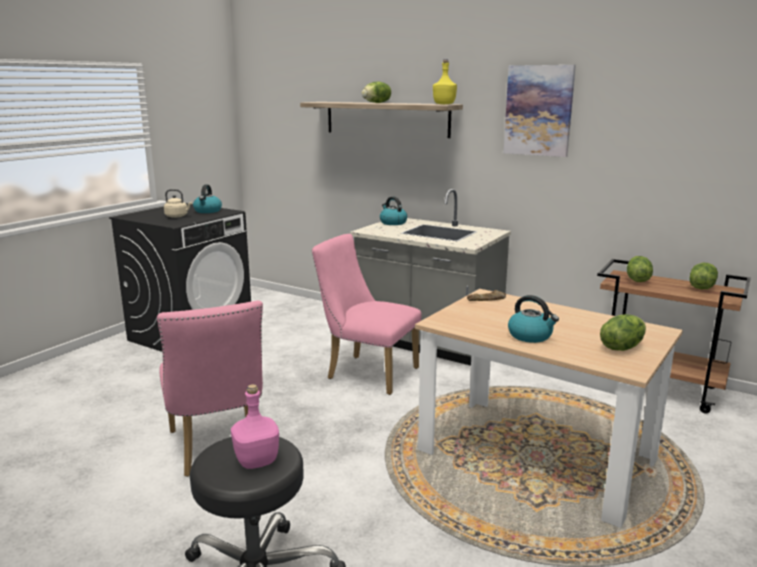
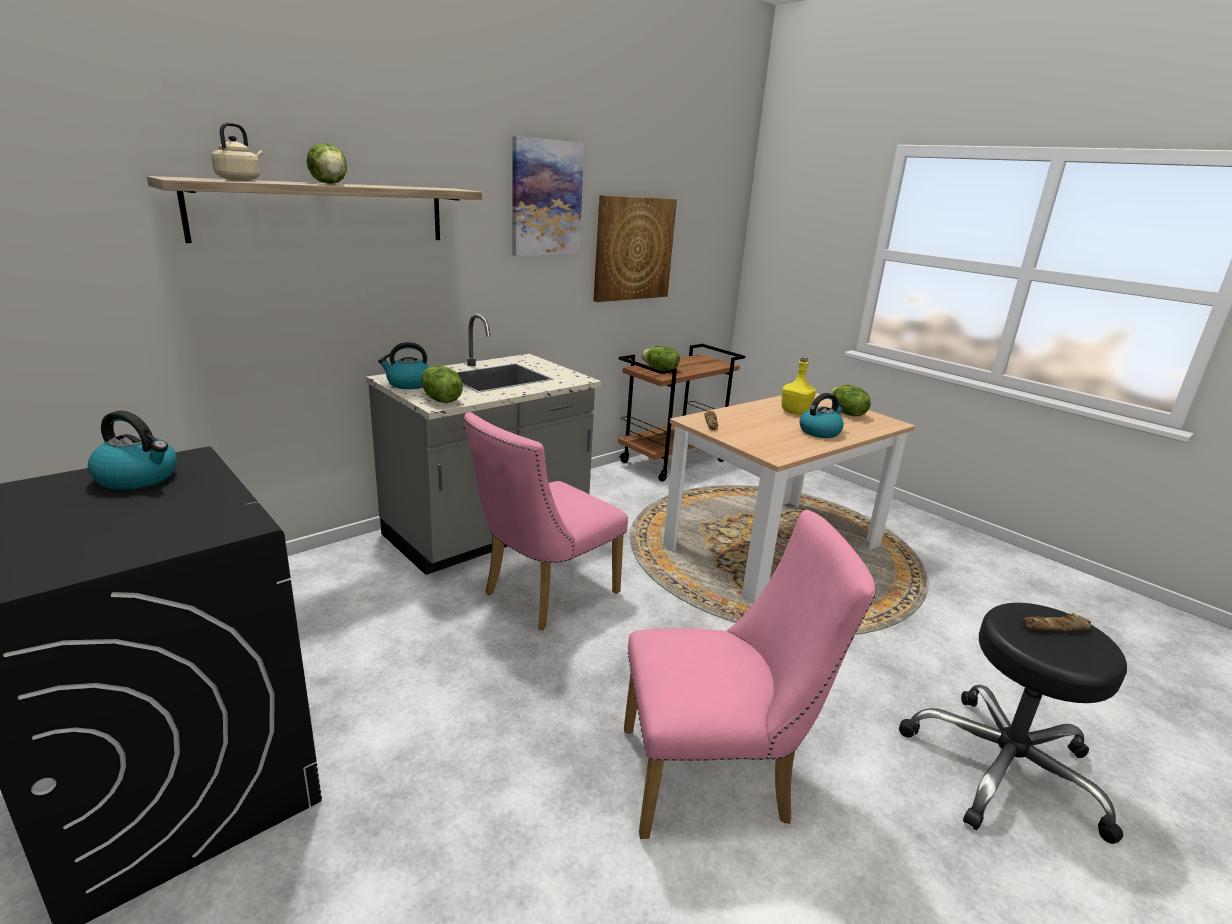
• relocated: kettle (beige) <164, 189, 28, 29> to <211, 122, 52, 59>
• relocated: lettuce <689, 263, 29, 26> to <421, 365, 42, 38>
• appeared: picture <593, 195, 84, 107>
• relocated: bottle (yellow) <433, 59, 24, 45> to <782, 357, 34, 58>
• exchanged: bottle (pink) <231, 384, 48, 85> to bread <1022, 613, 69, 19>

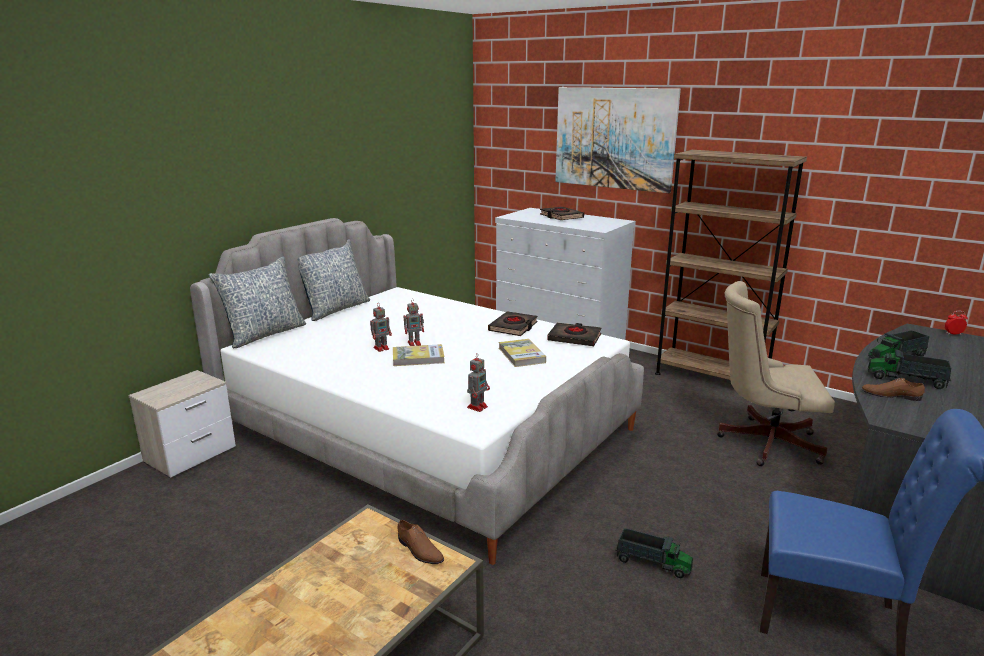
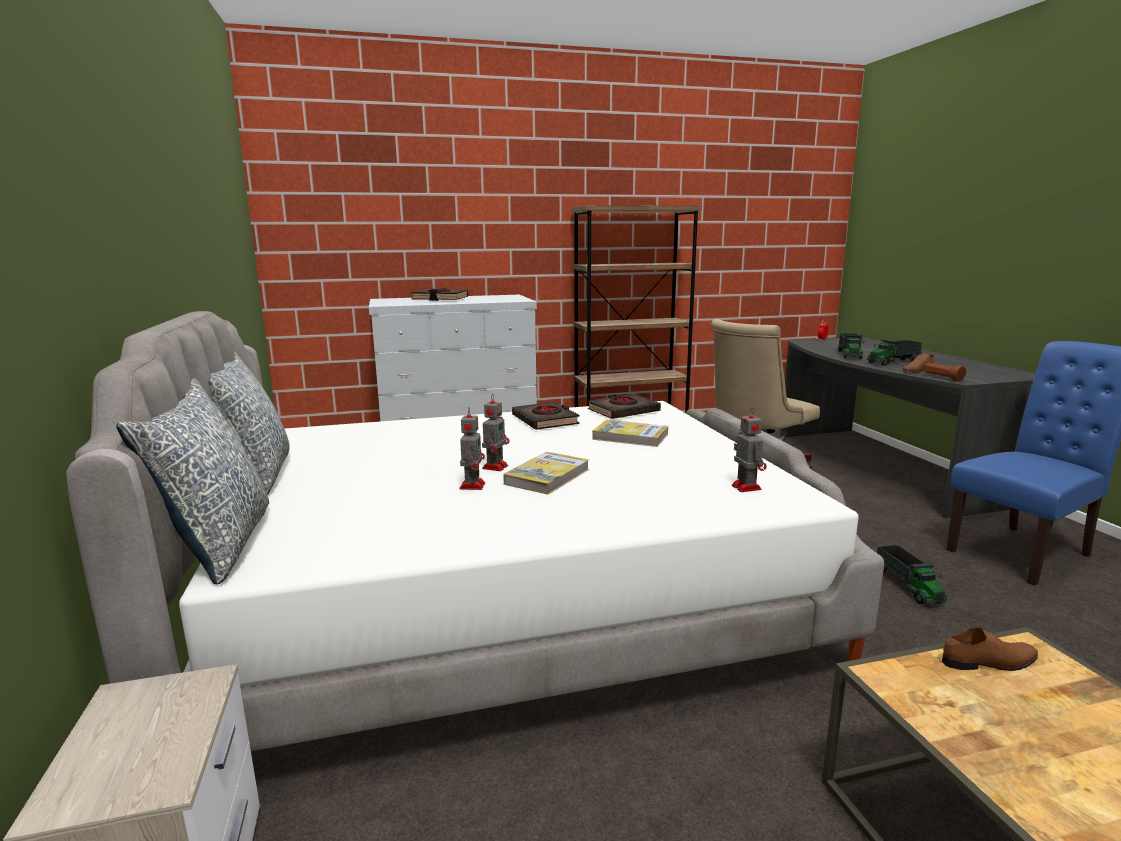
• spun: toy truck <615, 528, 78, 50> = <877, 545, 70, 60> 105 degrees clockwise
• appeared: flashlight (brown) <924, 362, 42, 20>
• missing: picture <555, 87, 126, 106>

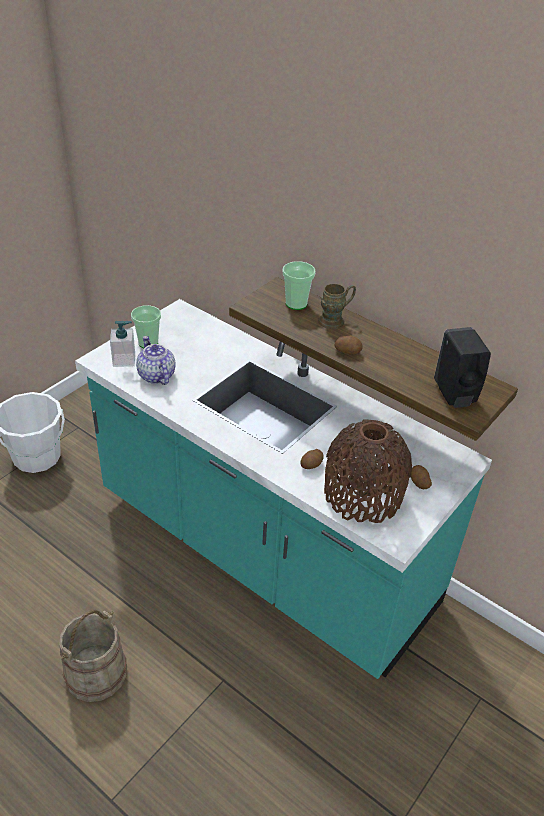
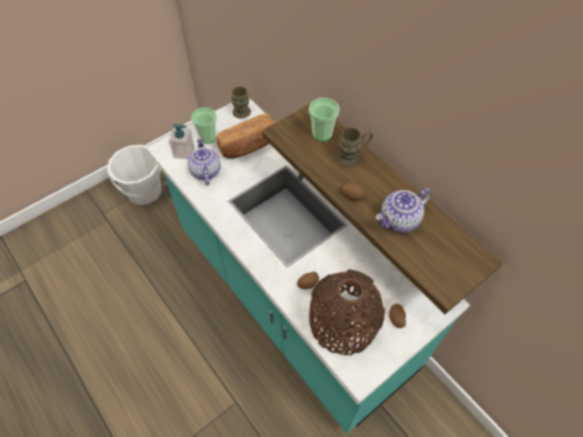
• appeared: bread <216, 114, 59, 45>
• appeared: mug (brown) <231, 86, 20, 33>
• appeared: teapot <375, 188, 57, 45>
• missing: bucket (beige) <59, 610, 68, 92>
• missing: soap dispenser (black) <434, 327, 57, 81>

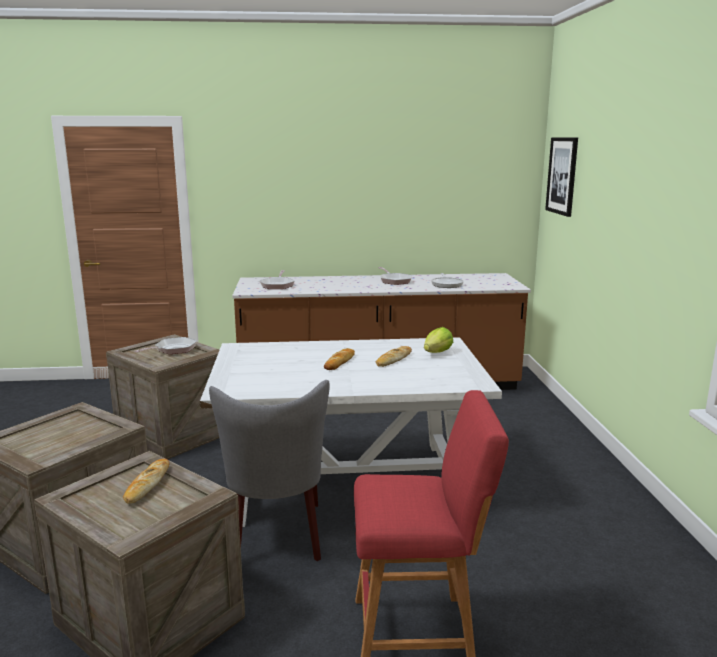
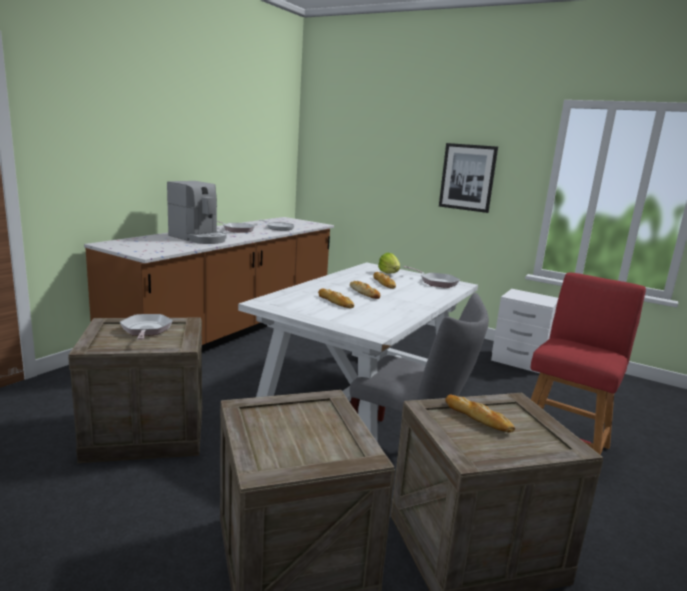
• appeared: coffee machine <167, 181, 60, 63>
• appeared: bread <318, 288, 36, 20>
• relocated: frying pan <260, 270, 35, 19> to <403, 266, 57, 22>
• relocated: picture <545, 137, 33, 80> to <439, 143, 59, 70>
• appeared: nightstand (white) <491, 289, 67, 84>

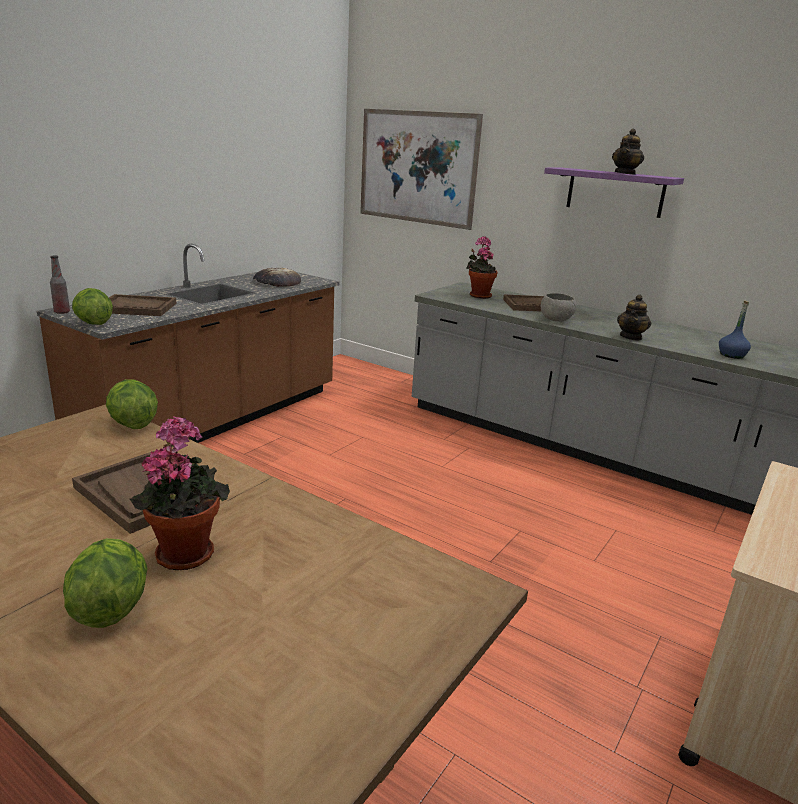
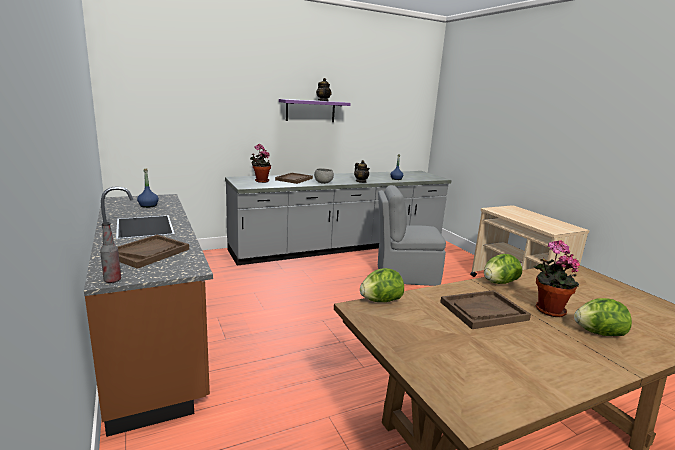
• exchanged: bread <253, 268, 48, 19> to bottle (blue) <137, 169, 22, 39>
• appeared: chair (grey) <378, 185, 68, 101>
• relocated: lettuce <72, 288, 41, 37> to <484, 254, 38, 30>
• missing: picture <360, 109, 123, 121>

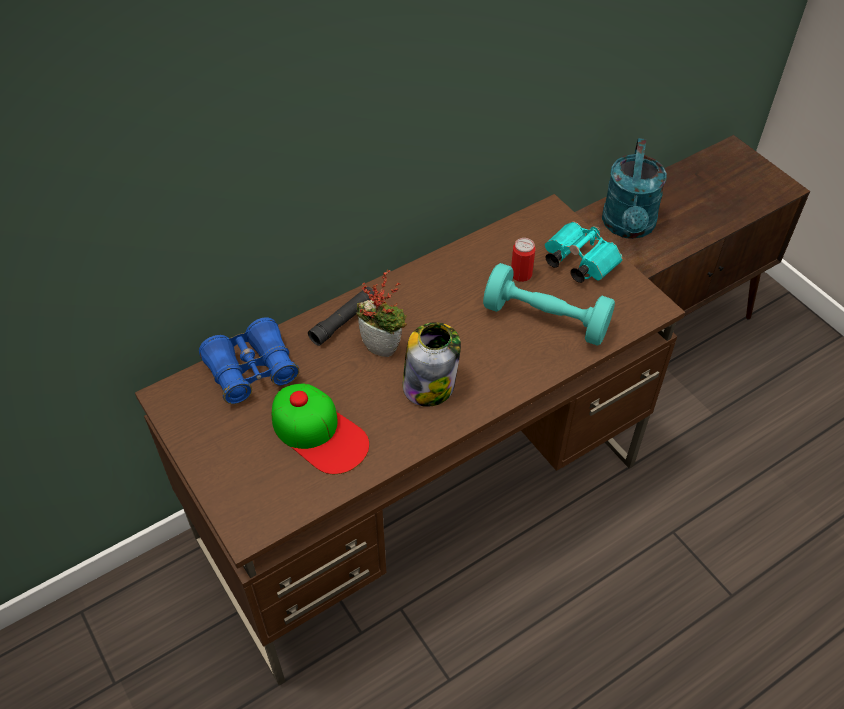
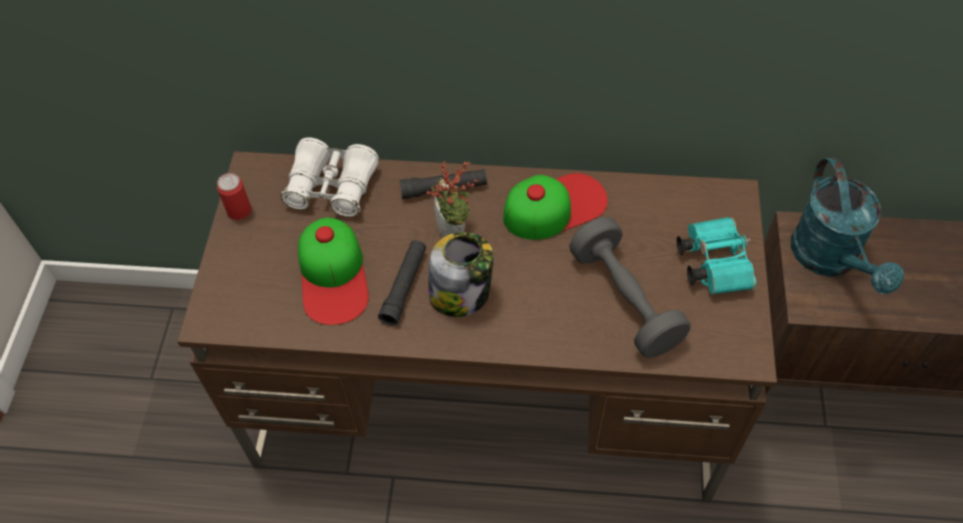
• relocated: can <511, 238, 24, 44> to <217, 173, 35, 47>
• colour: binoculars (blue) <199, 318, 100, 86> to binoculars (white) <281, 137, 98, 80>
• appeared: flashlight (black) <378, 240, 48, 86>
• appeared: cap <503, 173, 105, 67>
• colour: dumbbell (turquoise) <483, 263, 132, 83> to dumbbell (grey) <569, 217, 122, 141>
• spun: watering can (turquoise) <602, 138, 65, 101> = <791, 157, 113, 137> 60 degrees counterclockwise

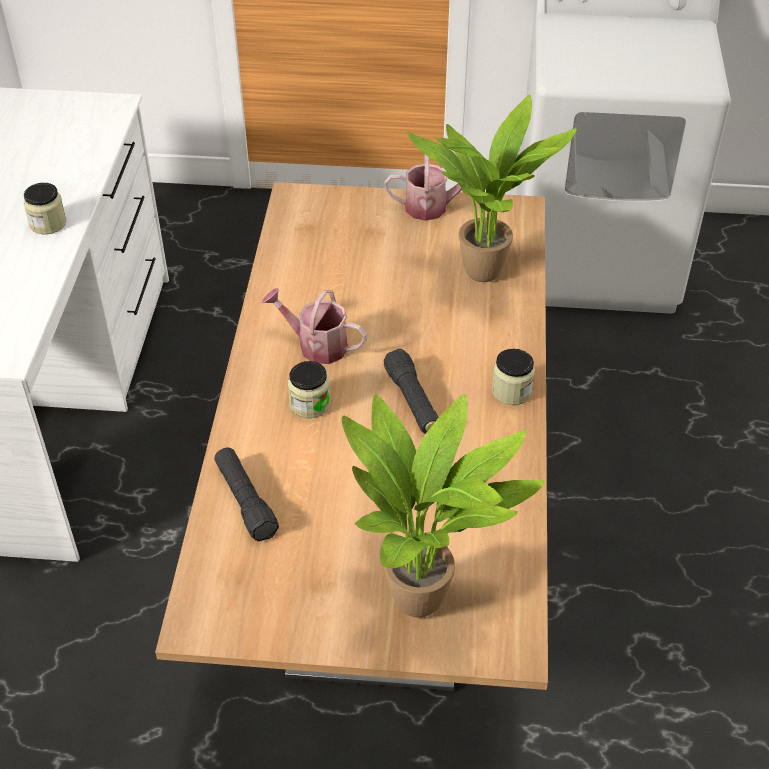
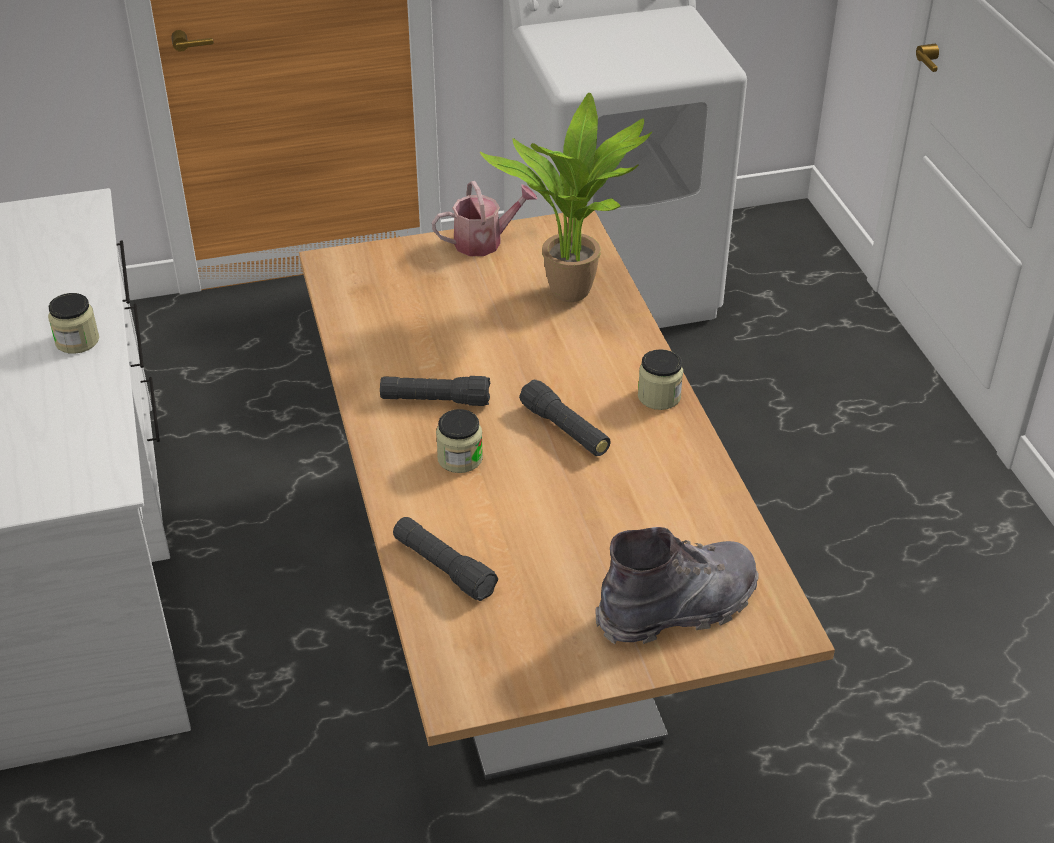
• exchanged: watering can <262, 288, 105, 76> to flashlight (black) <380, 376, 110, 30>
• exchanged: potted plant <342, 394, 203, 223> to boot (grey) <595, 527, 164, 117>

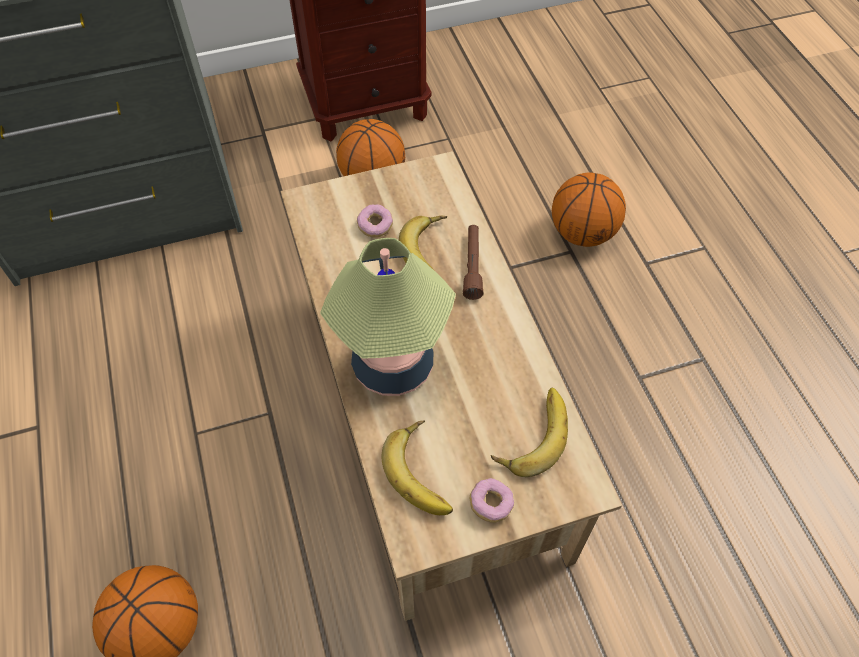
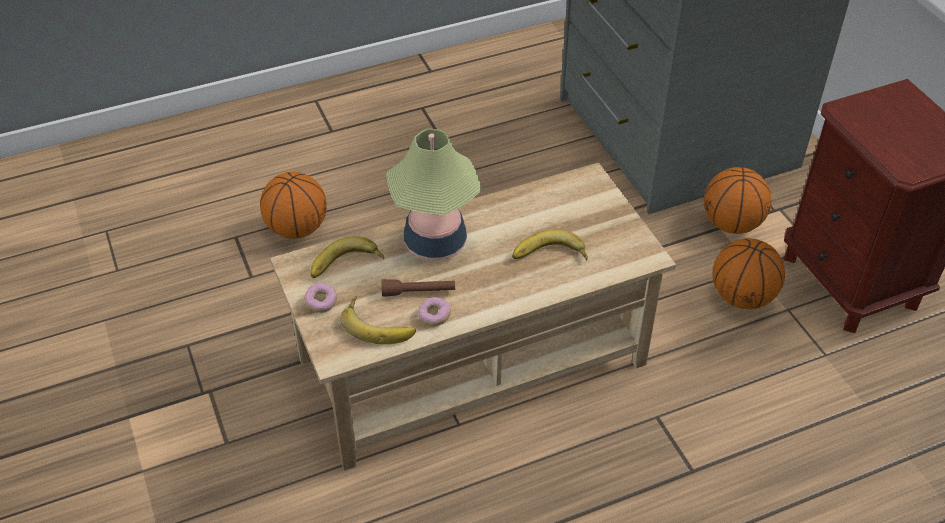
• relocated: flashlight (brown) <463, 225, 20, 75> to <381, 279, 74, 18>
• relocated: donut <357, 204, 36, 34> to <418, 297, 33, 29>
• relocated: basketball <552, 172, 74, 75> to <704, 167, 68, 67>

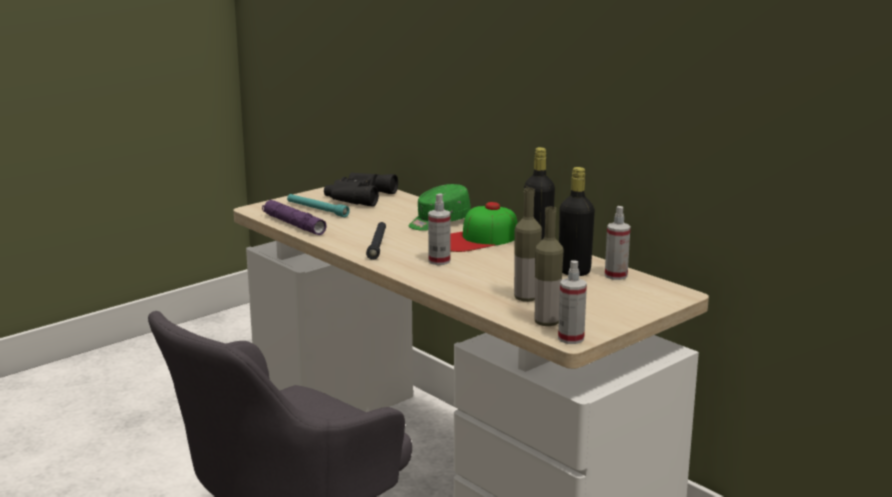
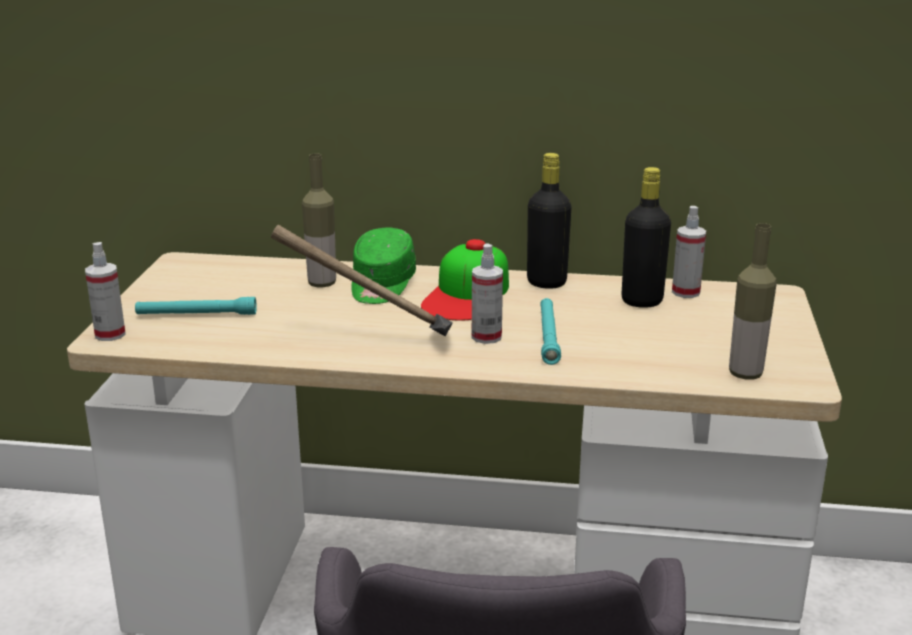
• relocated: spray bottle <558, 260, 29, 84> to <85, 242, 41, 99>
• exchanged: flashlight (black) <366, 222, 20, 38> to hammer <271, 225, 182, 111>
• relocated: bottle <514, 188, 28, 114> to <302, 153, 34, 134>
• appeared: flashlight (turquoise) <540, 298, 21, 67>
• missing: flashlight (purple) <262, 200, 65, 35>
• missing: binoculars (black) <324, 172, 74, 34>

